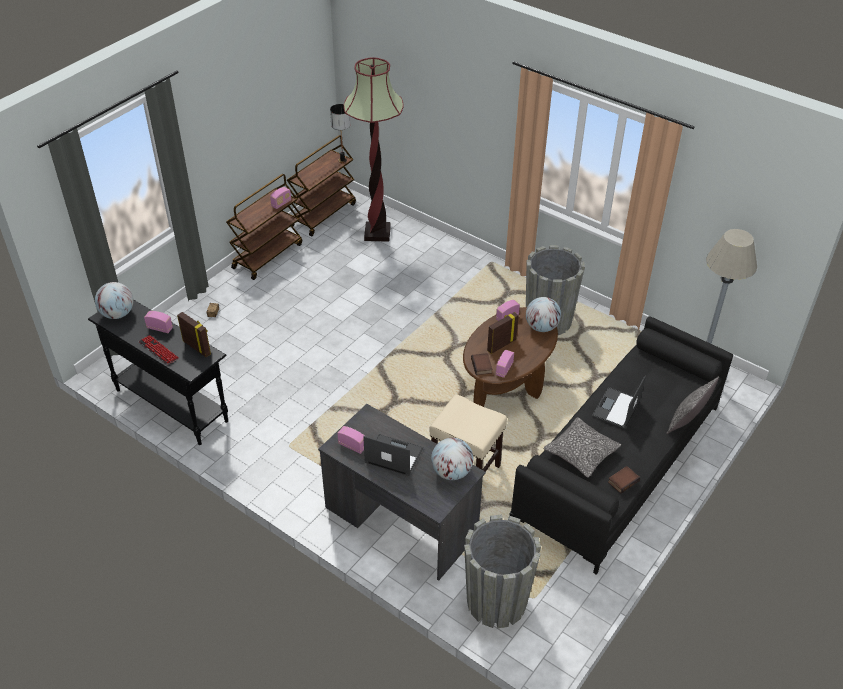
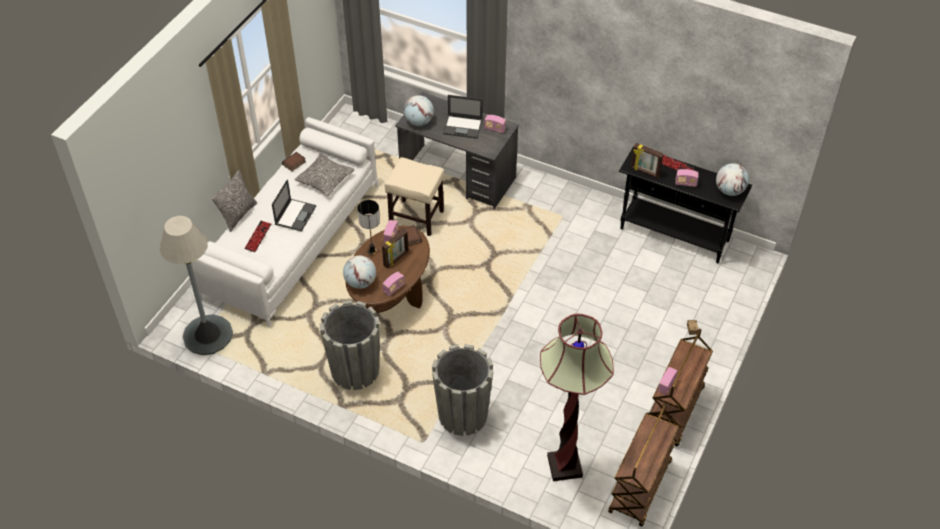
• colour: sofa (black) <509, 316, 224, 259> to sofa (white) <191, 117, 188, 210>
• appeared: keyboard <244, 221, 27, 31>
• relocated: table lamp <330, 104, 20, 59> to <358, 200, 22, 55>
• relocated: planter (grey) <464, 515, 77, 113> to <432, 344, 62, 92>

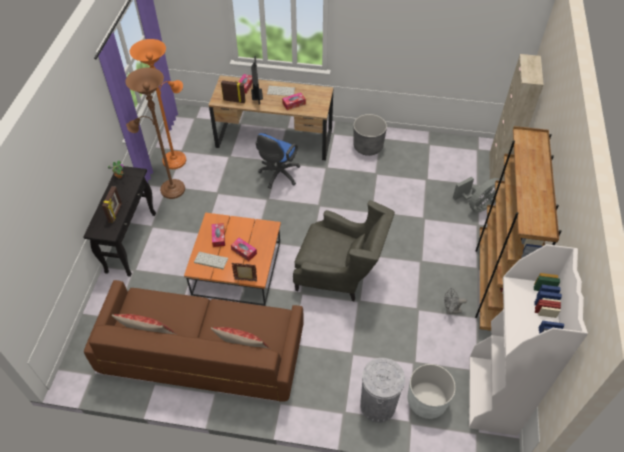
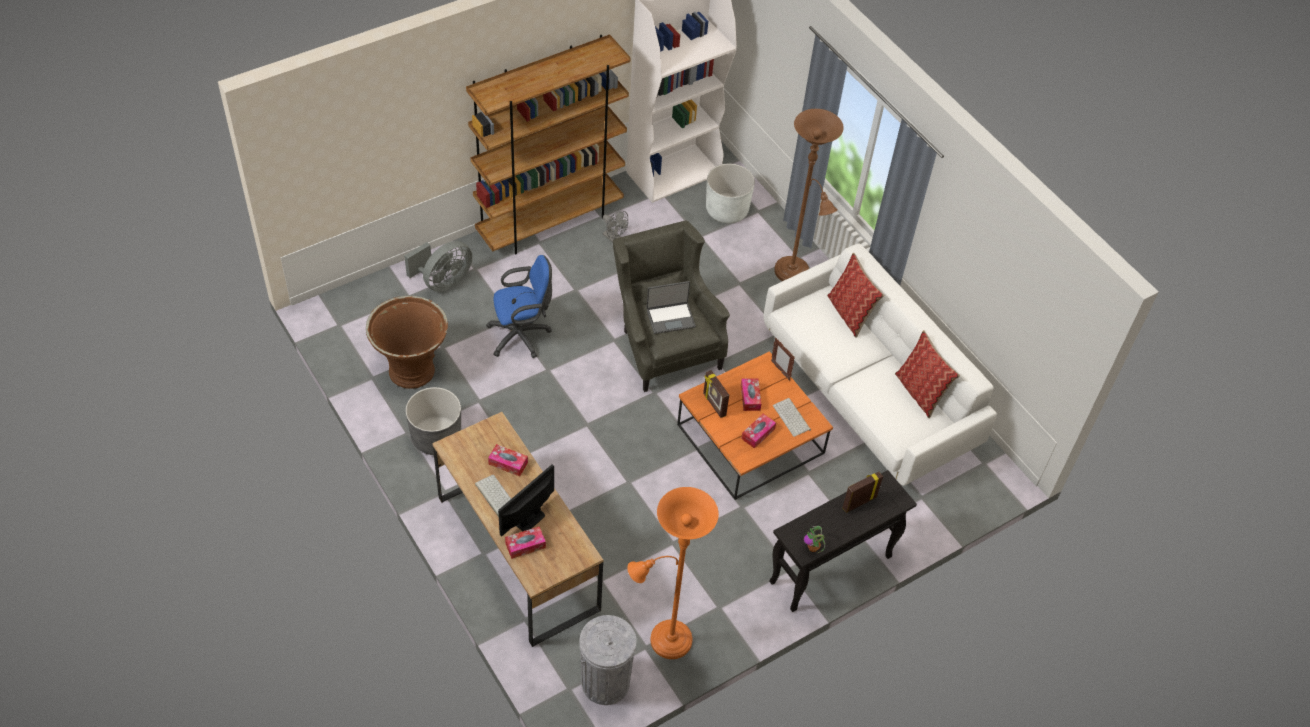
• appeared: planter (brown) <366, 296, 82, 93>
• spun: fan (grey) <453, 177, 47, 35> = <404, 241, 69, 51> 120 degrees clockwise
• relocated: office chair (blue) <255, 133, 45, 56> to <486, 255, 66, 103>
• relocated: trash can (grey) <360, 358, 45, 65> to <579, 615, 57, 90>
• appeared: laptop <646, 281, 50, 53>
• relocated: picture frame <221, 80, 25, 23> to <703, 370, 26, 48>
• colour: sofa (brown) <84, 280, 220, 122> to sofa (white) <764, 243, 233, 243>
• relocated: floor lamp (brown) <125, 68, 60, 131> to <774, 109, 70, 172>
• missing: cabinet (beige) <489, 54, 55, 127>

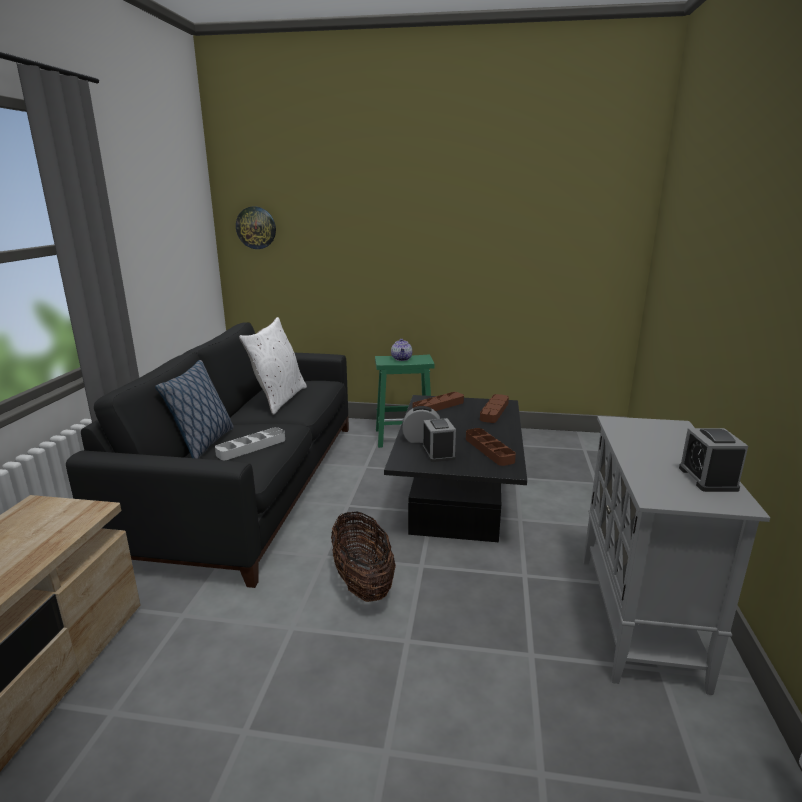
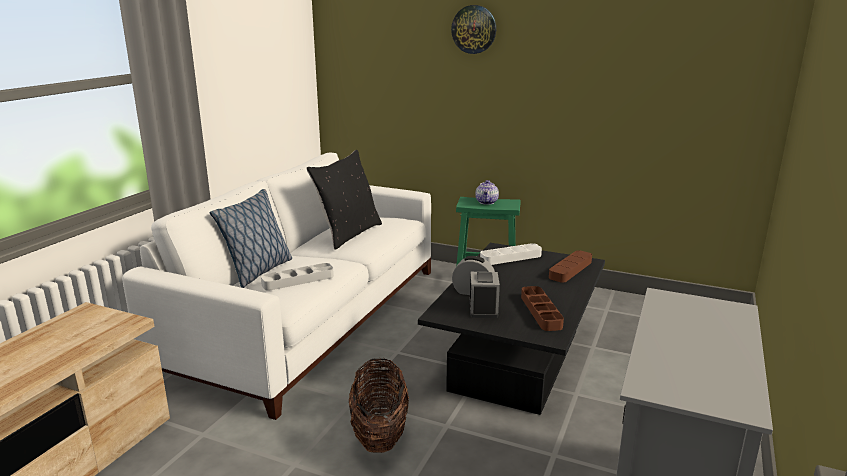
• colour: sofa (black) <66, 322, 283, 266> to sofa (white) <122, 153, 309, 267>
• colour: pillow (white) <239, 317, 68, 98> to pillow (black) <306, 150, 76, 99>
• relocated: wall clock <236, 207, 40, 42> to <451, 5, 45, 49>
• colour: tray (brown) <413, 392, 51, 19> to tray (white) <480, 243, 62, 22>
• missing: alarm clock <679, 428, 69, 64>

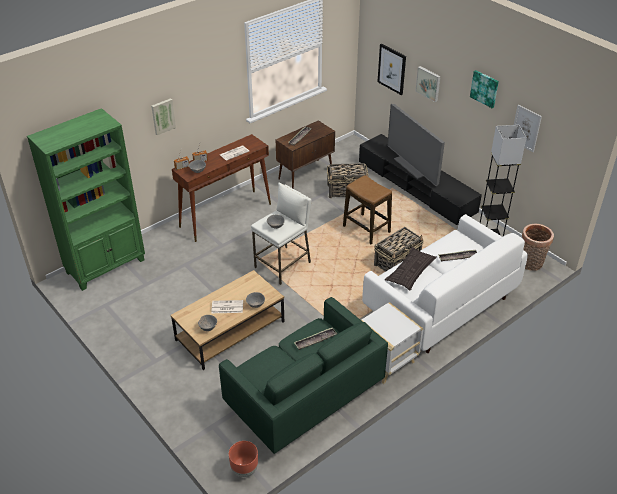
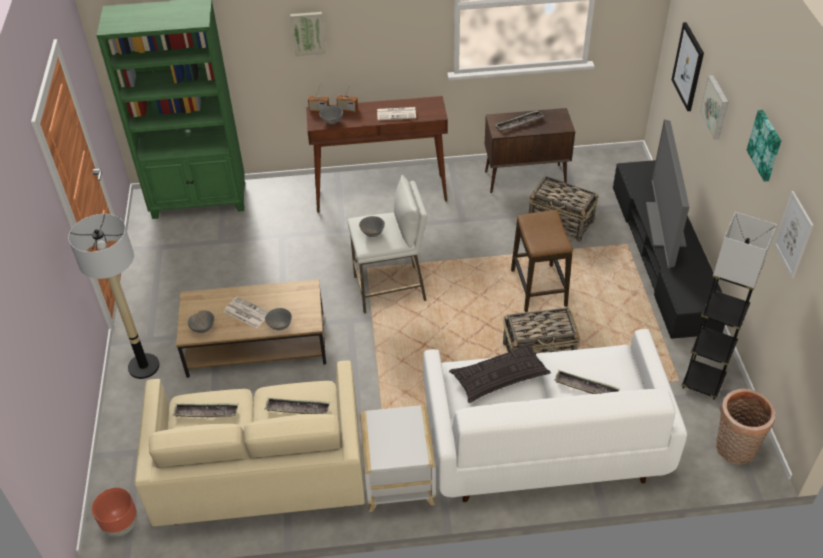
• appeared: floor lamp <68, 214, 92, 165>
• colour: sofa (green) <219, 297, 169, 157> to sofa (beige) <134, 360, 231, 167>
• appeared: tray <173, 403, 65, 14>

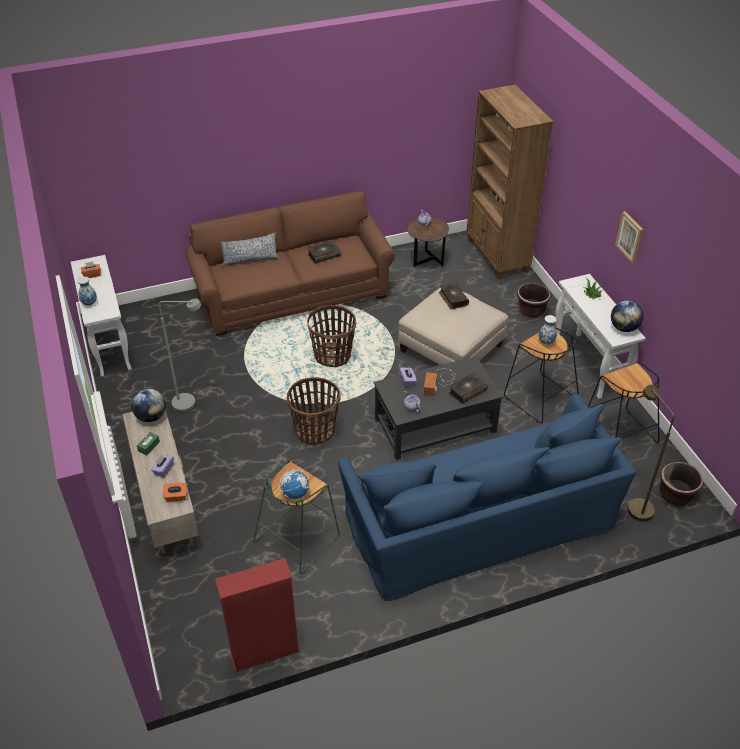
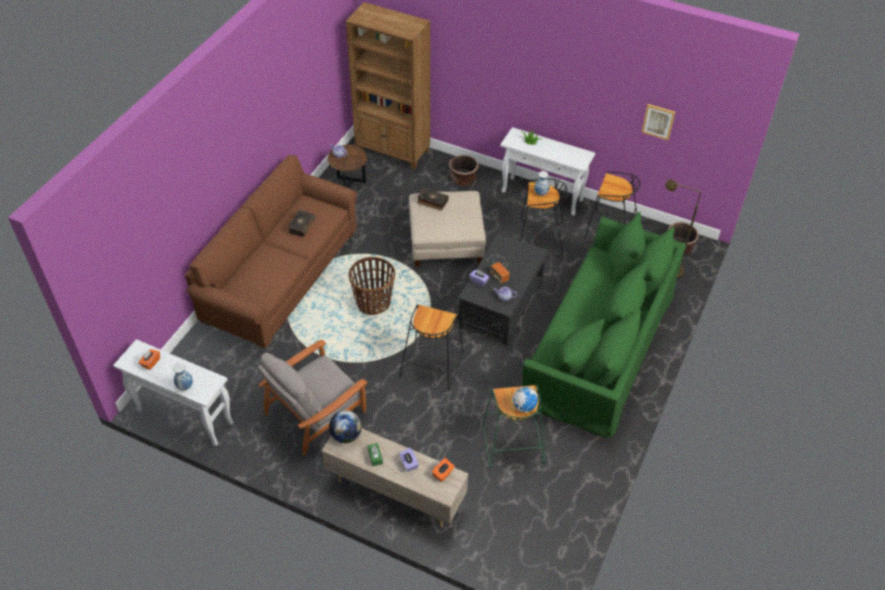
• exchanged: floor lamp (grey) <159, 298, 42, 114> to armchair (grey) <257, 340, 110, 116>
• exchanged: basket <287, 377, 53, 68> to stool (black) <400, 304, 63, 86>
• colour: sofa (blue) <338, 394, 298, 207> to sofa (green) <522, 212, 164, 226>
• relocated: picture <615, 212, 28, 52> to <641, 104, 34, 36>
• missing: bookcase (red) <215, 558, 85, 114>
• missing: pillow <221, 233, 58, 34>
• missing: book <449, 372, 39, 32>
• missing: globe <611, 301, 32, 31>

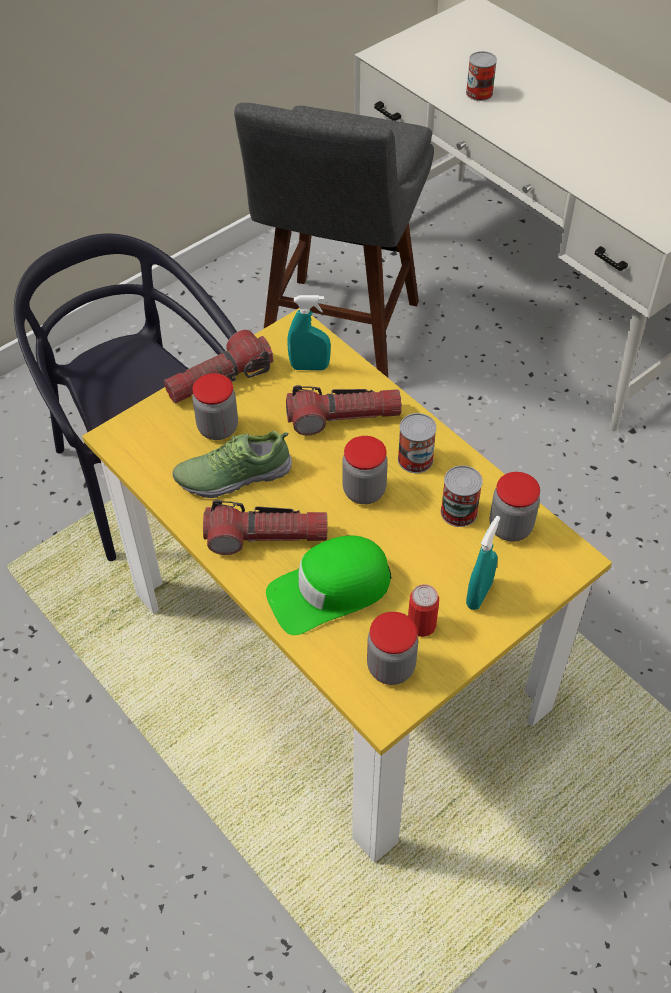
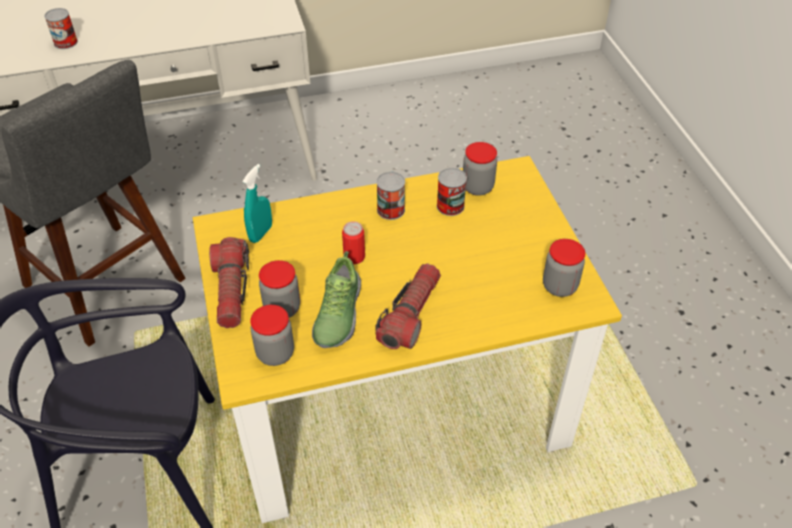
• relocated: jar <343, 436, 45, 68> to <250, 305, 44, 61>
• relocated: can <408, 584, 31, 53> to <342, 221, 23, 43>
• missing: cap (green) <266, 536, 125, 99>
• missing: flashlight <286, 385, 116, 51>
• missing: spray bottle (turquoise) <466, 516, 34, 94>

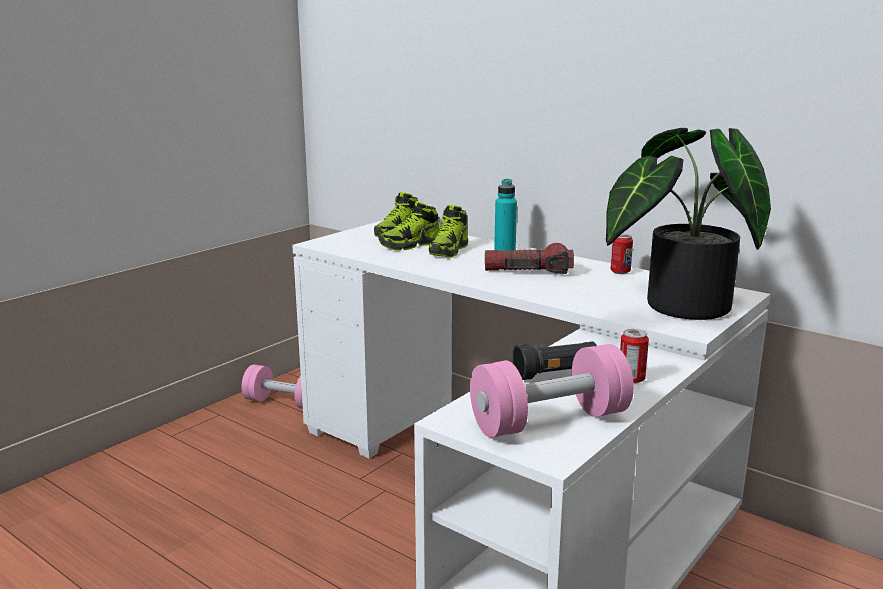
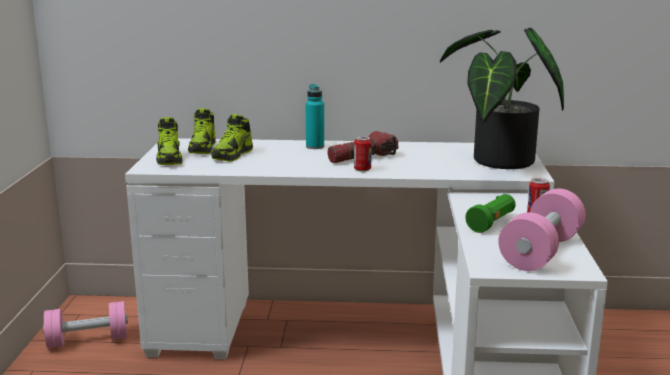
• relocated: shoe <429, 205, 39, 52> to <156, 117, 26, 48>
• relocated: can <610, 234, 23, 40> to <354, 136, 18, 35>
• colour: flashlight (black) <513, 341, 84, 39> to flashlight (green) <466, 194, 50, 39>

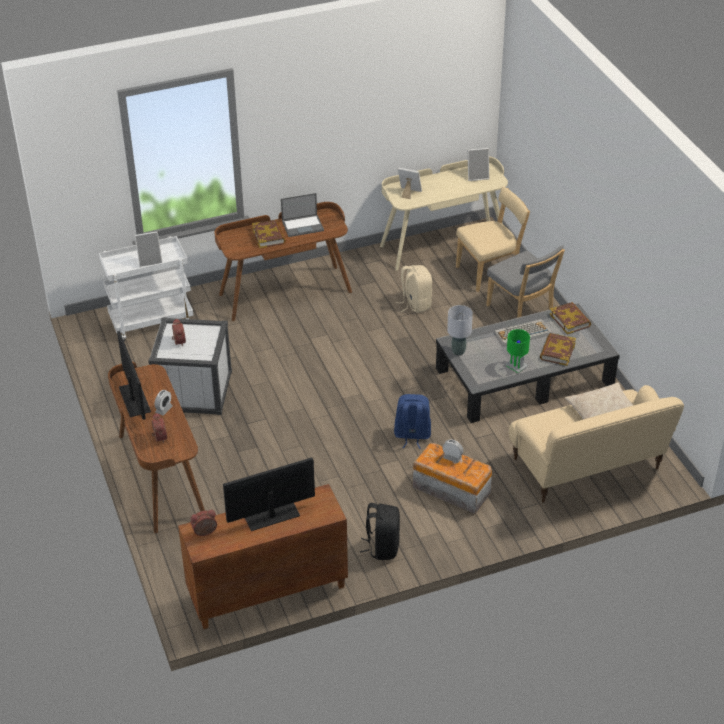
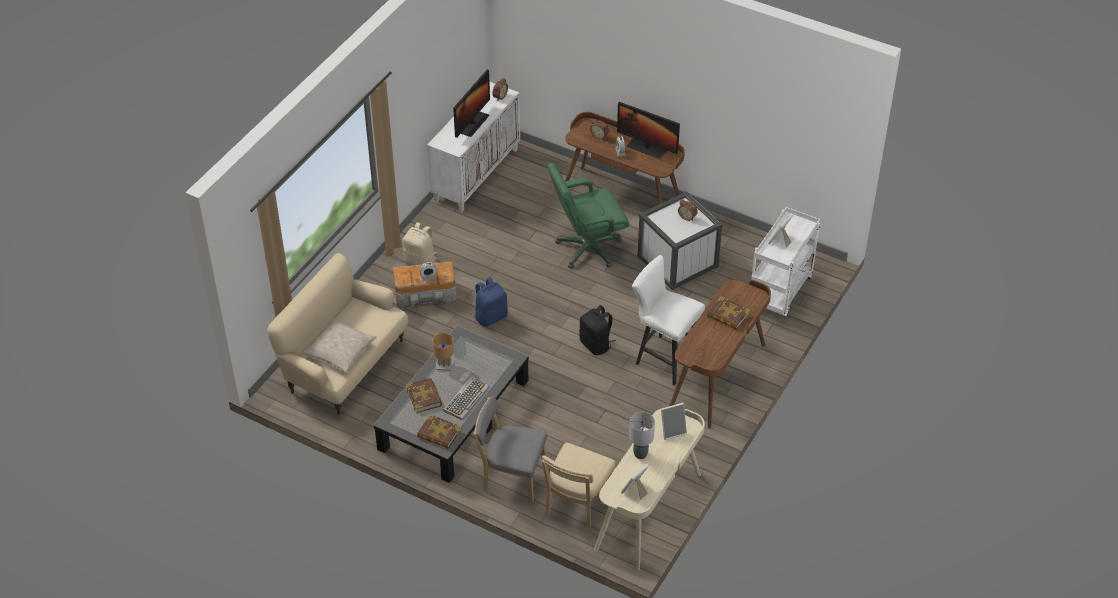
• relocated: backpack (beige) <396, 265, 36, 48> to <402, 222, 34, 43>
• colour: cabinet (brown) <178, 484, 170, 145> to cabinet (white) <427, 81, 93, 131>
• colour: table lamp (green) <505, 329, 25, 44> to table lamp (brown) <433, 333, 21, 38>
• appeared: office chair (green) <547, 163, 83, 105>
• relocated: backpack (black) <360, 503, 40, 57> to <579, 305, 37, 50>
• relocated: table lamp (grey) <447, 305, 26, 51> to <629, 412, 26, 47>
• appeared: stool (white) <632, 255, 73, 131>
• missing: laptop <281, 193, 43, 44>

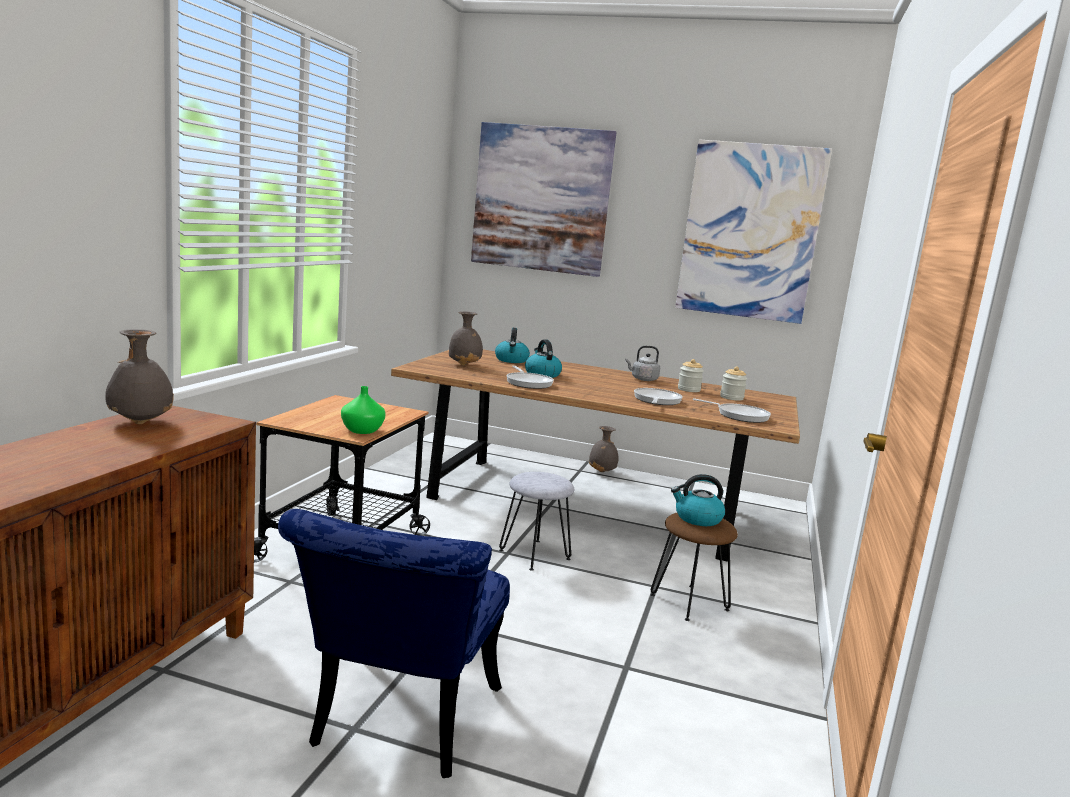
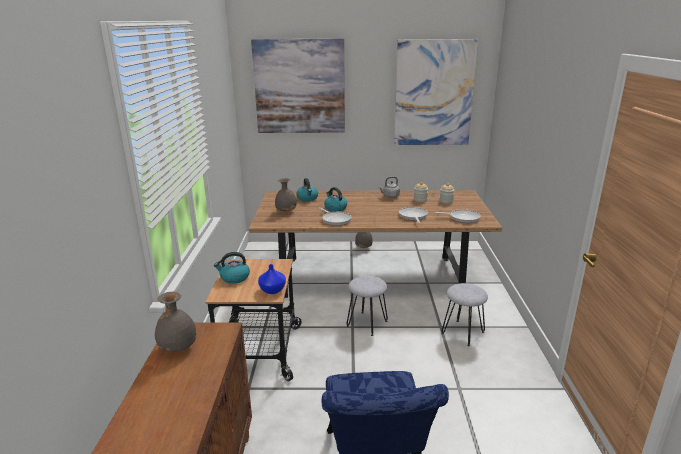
• relocated: kettle <671, 474, 54, 52> to <214, 252, 36, 32>
• colour: vase (green) <341, 386, 45, 48> to vase (blue) <258, 264, 28, 30>
• colour: stool (brown) <650, 513, 88, 108> to stool (grey) <441, 283, 47, 63>

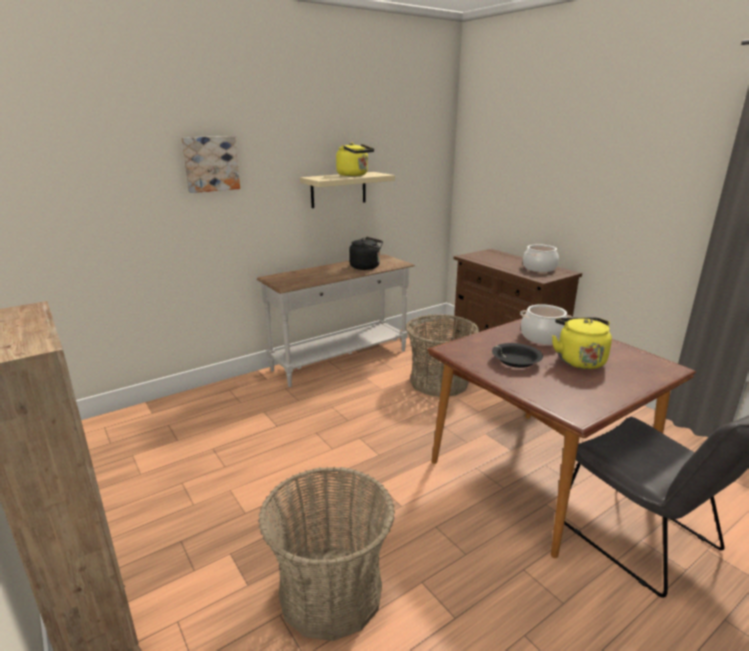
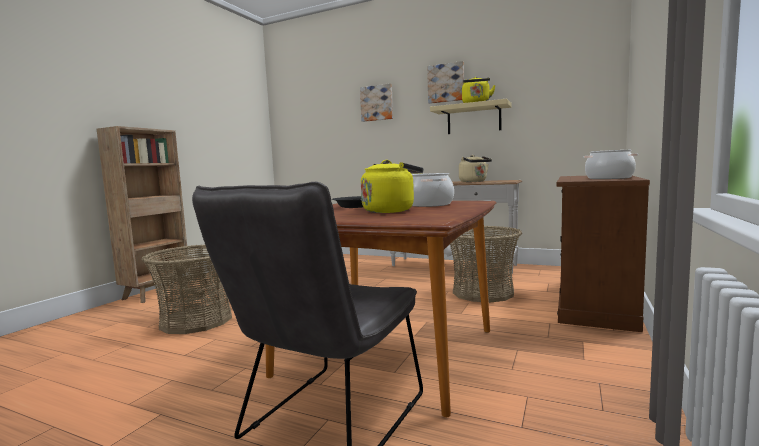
• appeared: picture <427, 61, 37, 43>
• colour: kettle (black) <349, 237, 34, 33> to kettle (beige) <459, 155, 33, 27>

